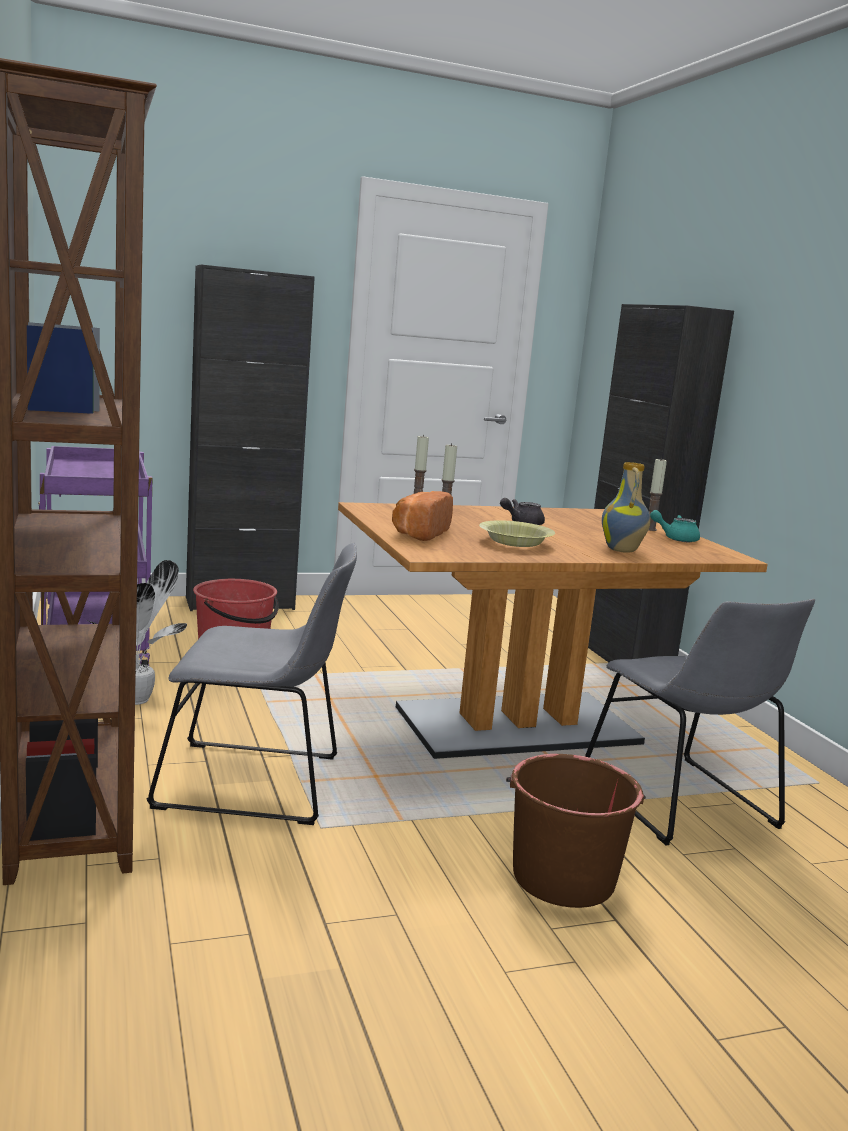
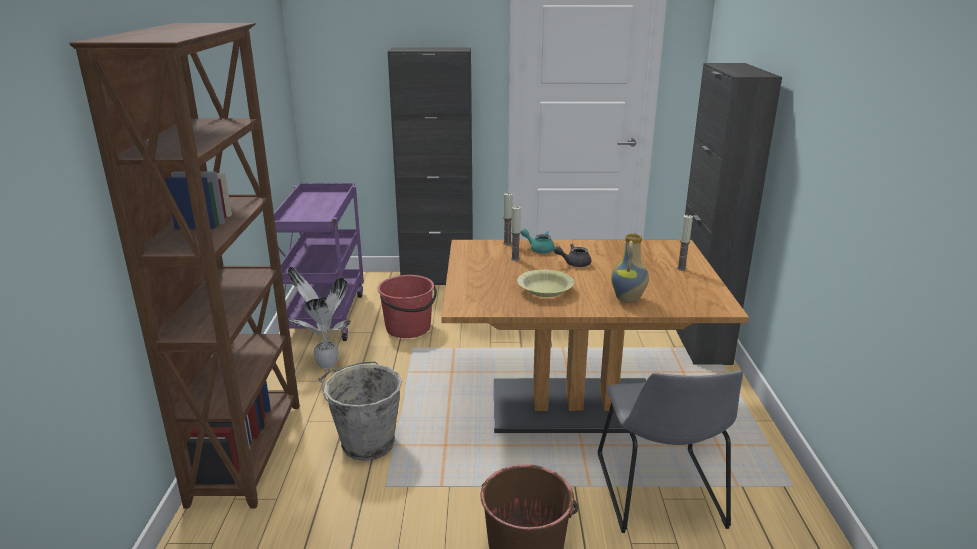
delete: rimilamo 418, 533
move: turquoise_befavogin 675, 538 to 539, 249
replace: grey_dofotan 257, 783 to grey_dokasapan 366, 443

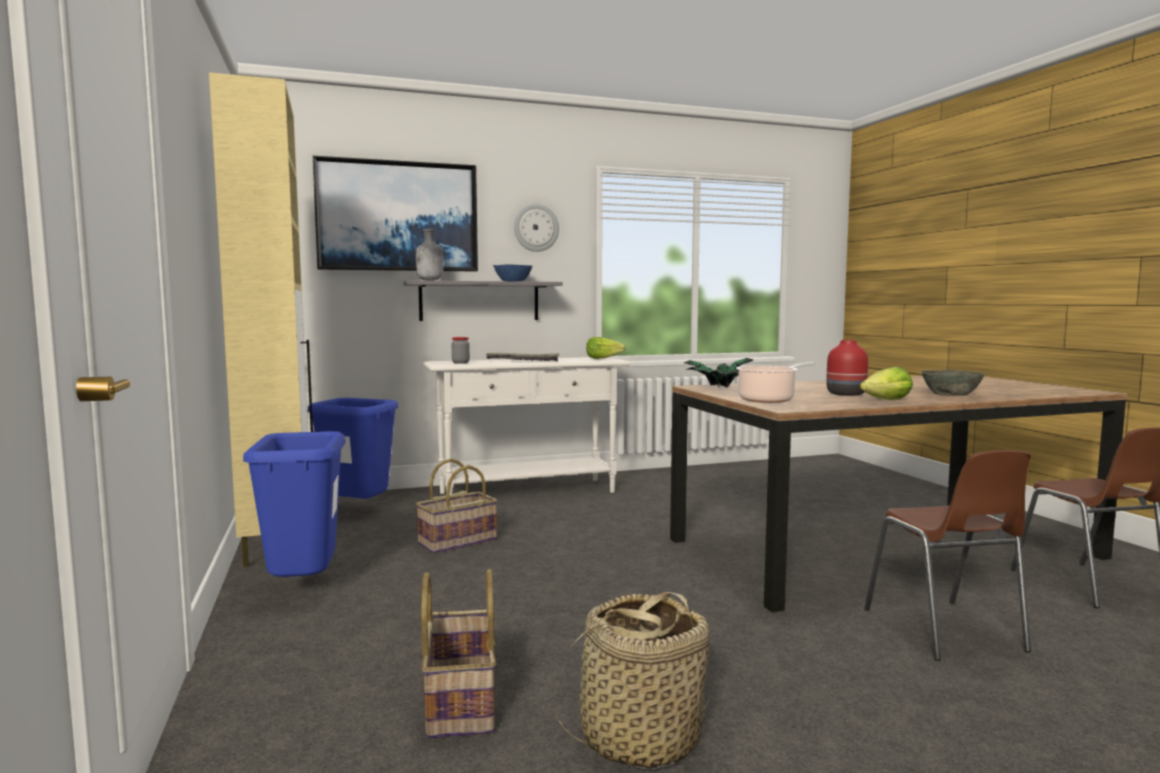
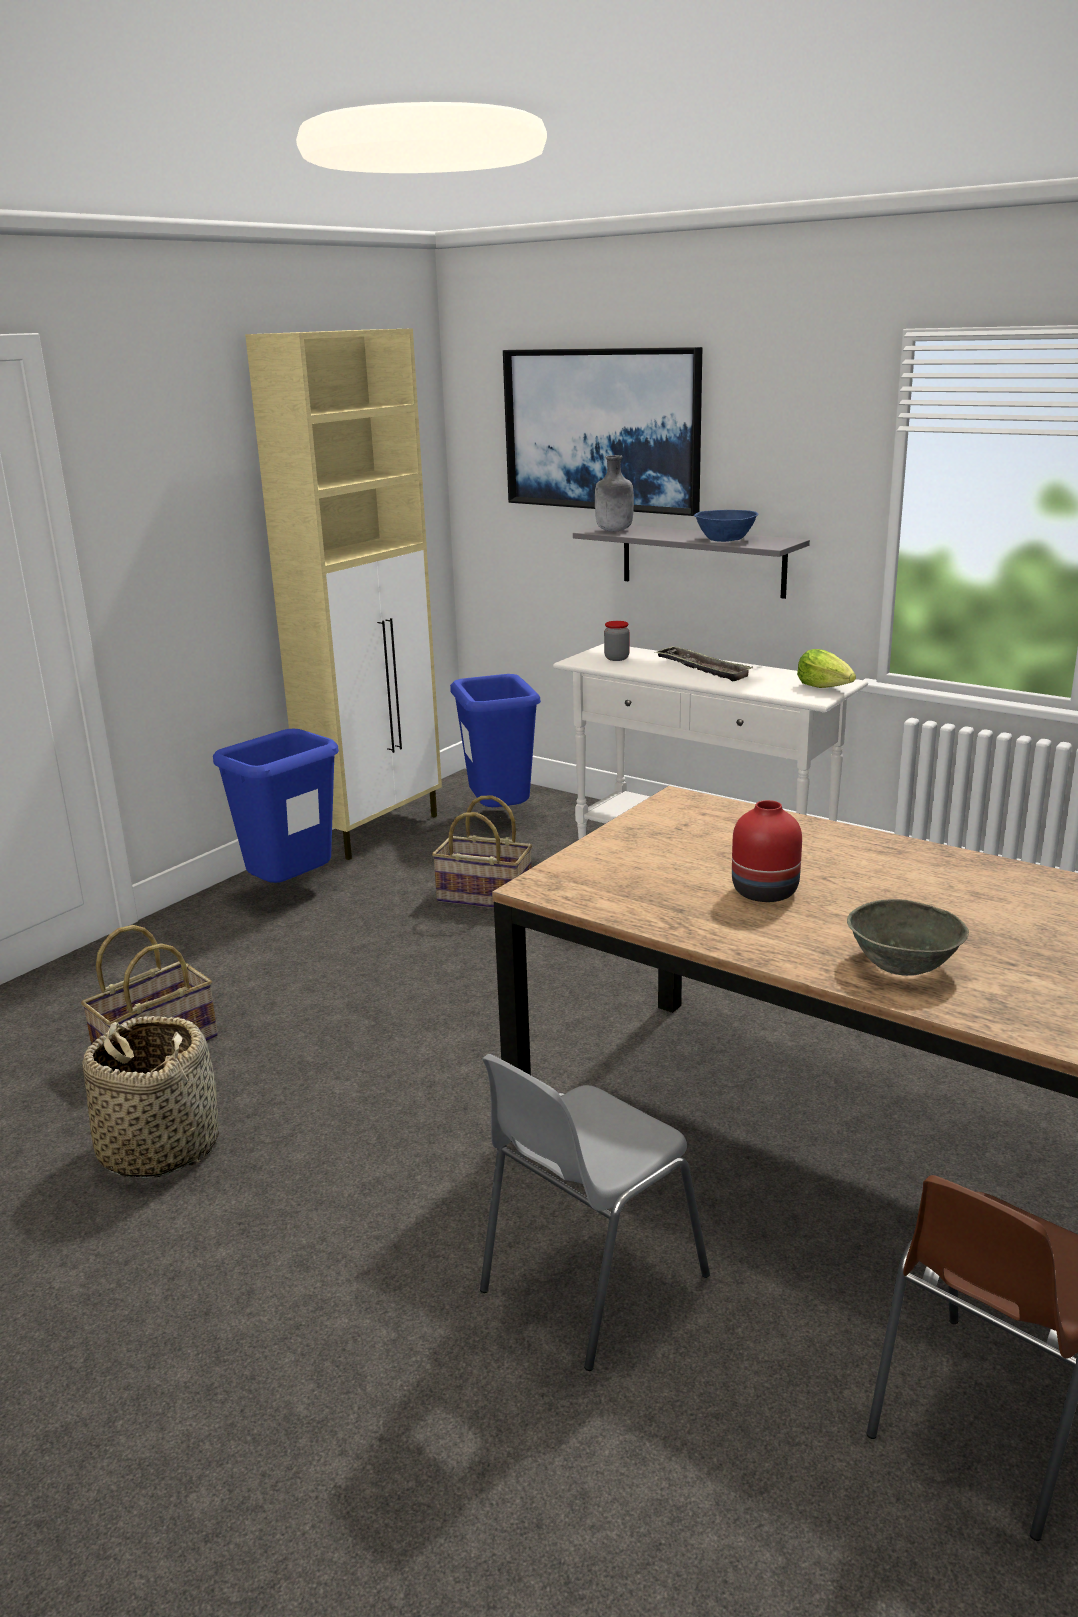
delete: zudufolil 536, 228; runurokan 718, 389; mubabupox 769, 400; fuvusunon 886, 400
recolor: brown_dofotan 945, 631 to grey_dofotan 588, 1284

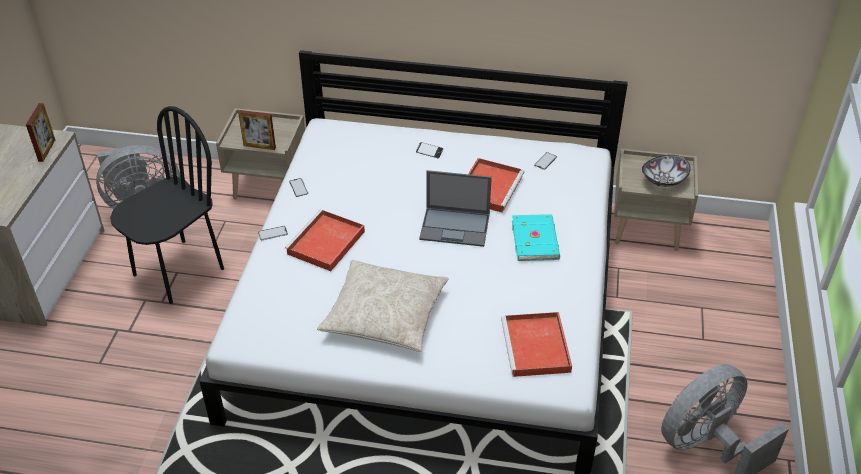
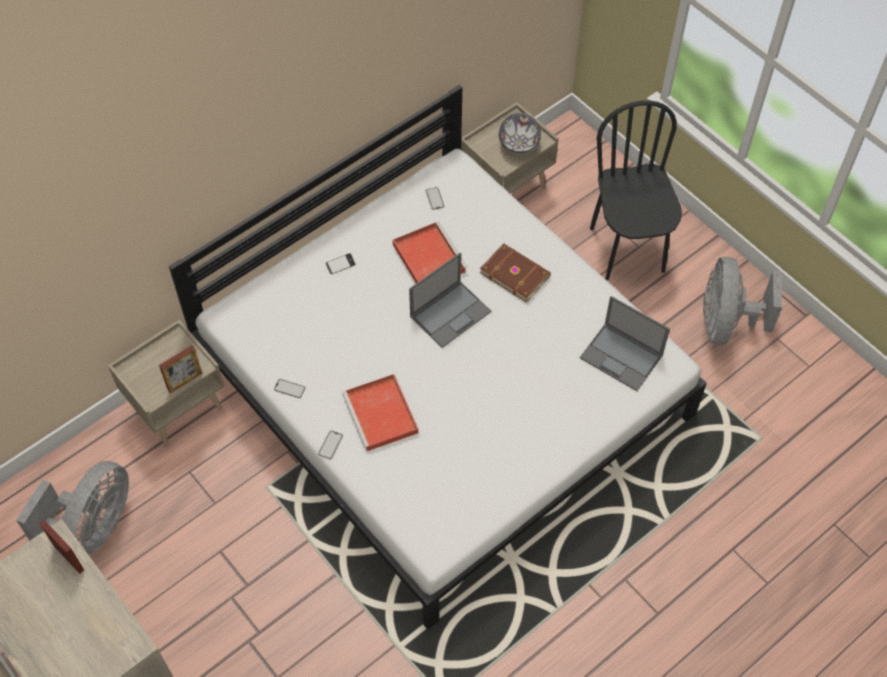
delete: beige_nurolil 385, 315
move: black_dofotan 178, 271 to 627, 249
replace: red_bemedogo 536, 348 to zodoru 622, 357
recolor: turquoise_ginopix 536, 239 to brown_ginopix 515, 273

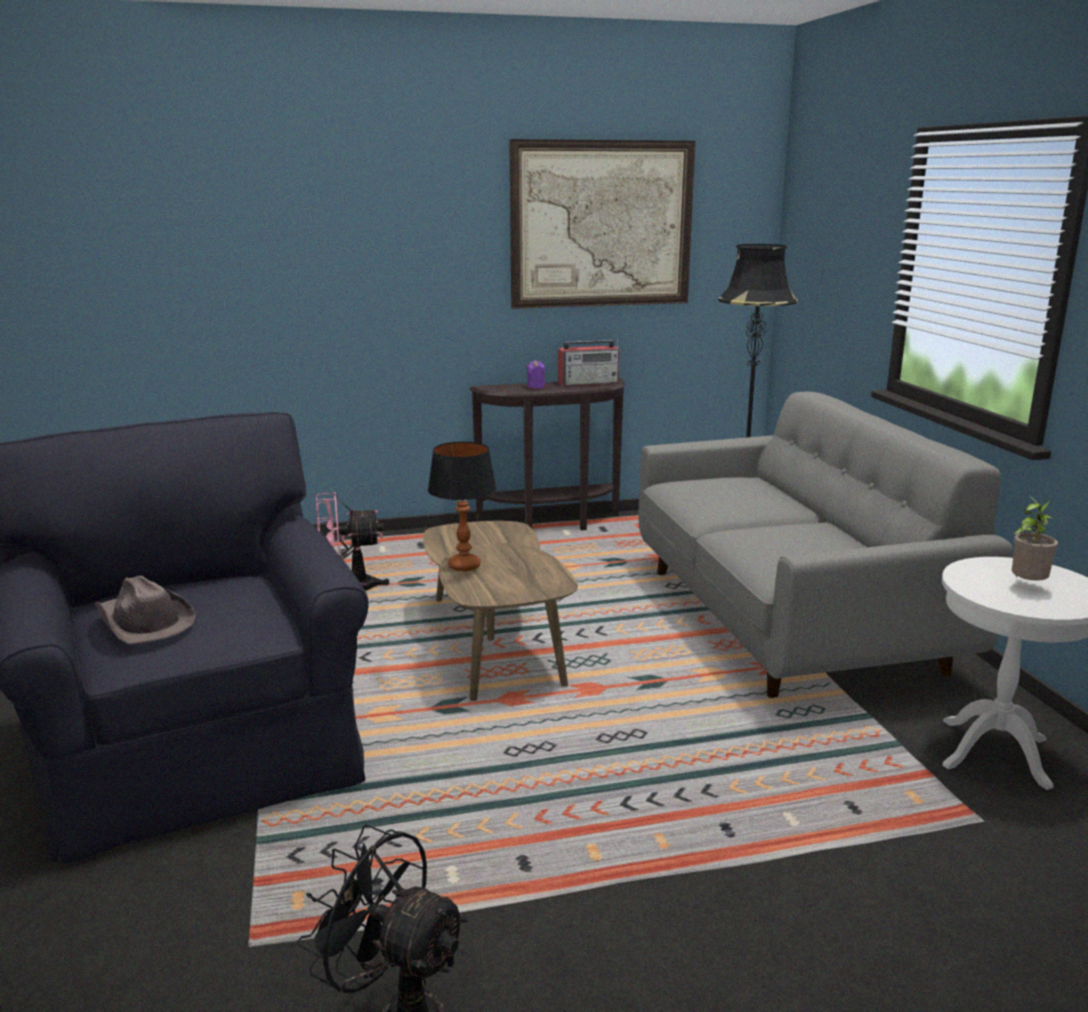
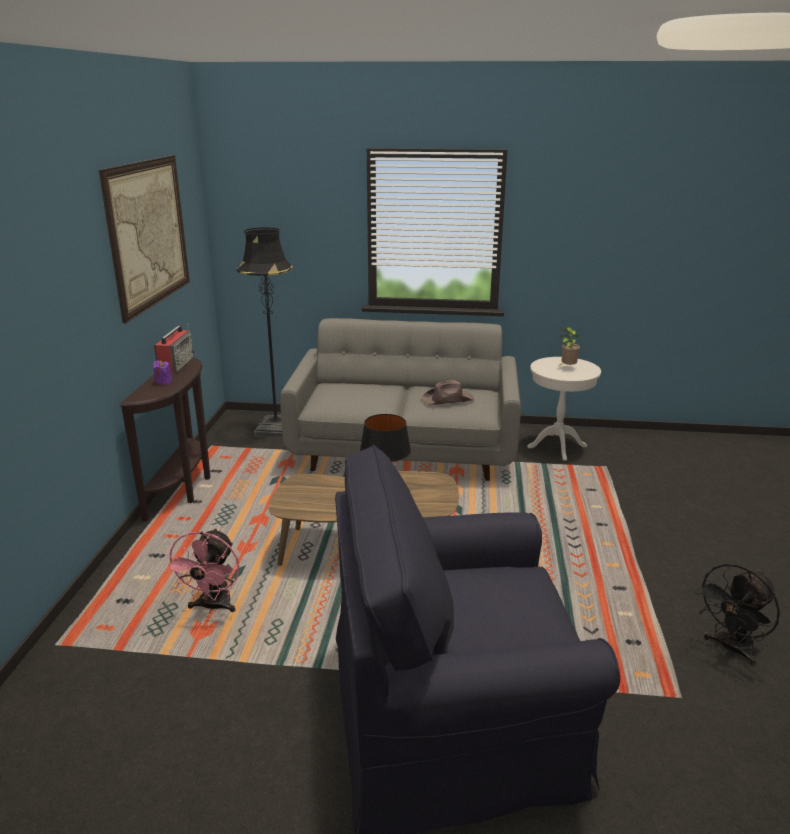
move: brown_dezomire 144, 621 to 448, 399

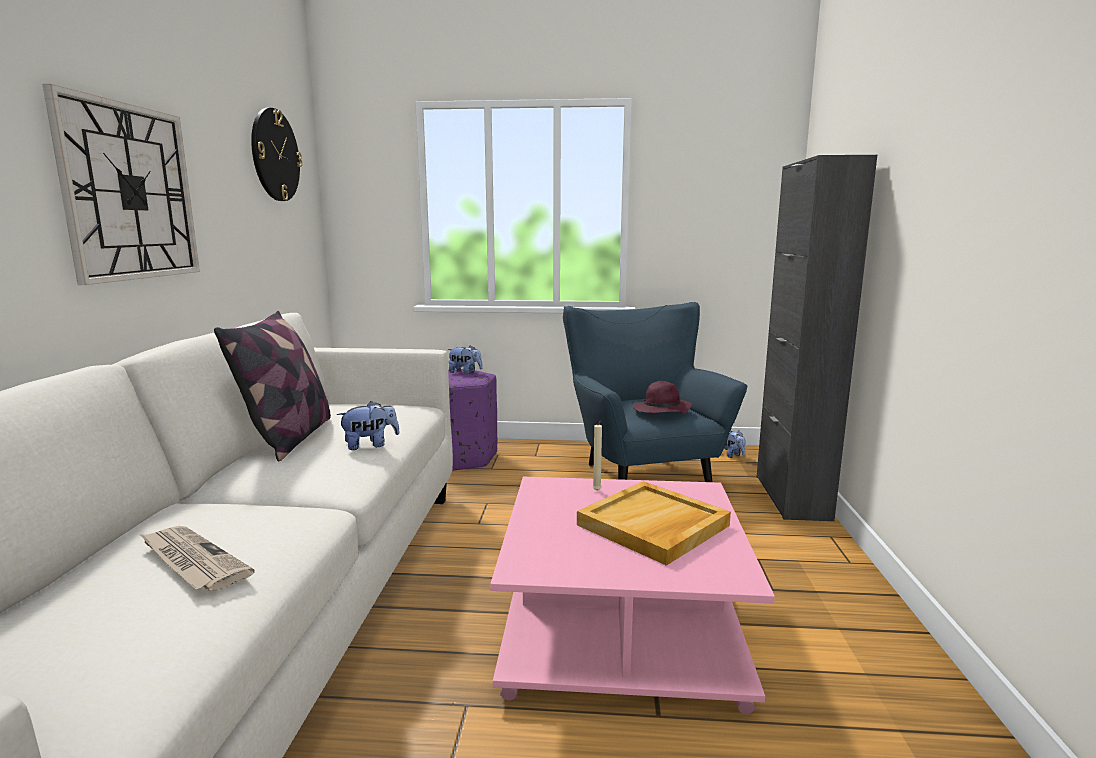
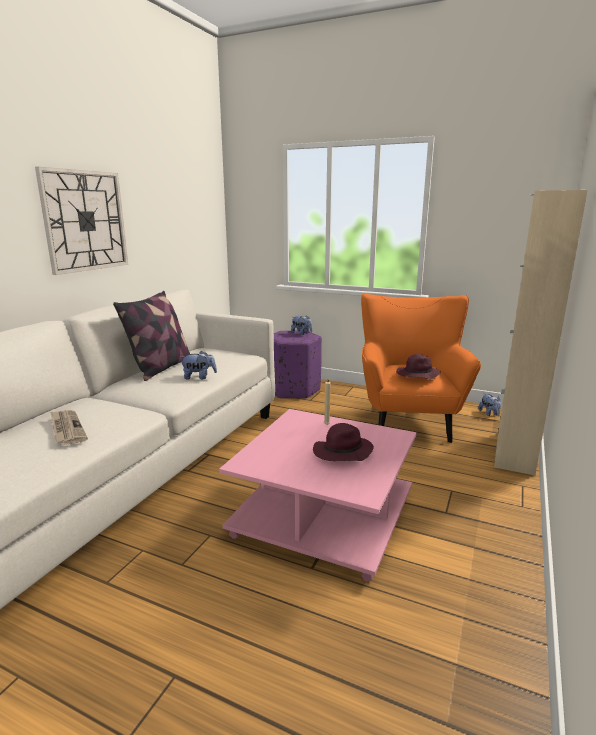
delete: zudufolil 275, 155
replace: beige_bemedogo 653, 526 to purple_dezomire 342, 453
recolor: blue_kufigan 640, 476 to orange_kufigan 408, 420; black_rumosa 792, 497 to beige_rumosa 515, 452

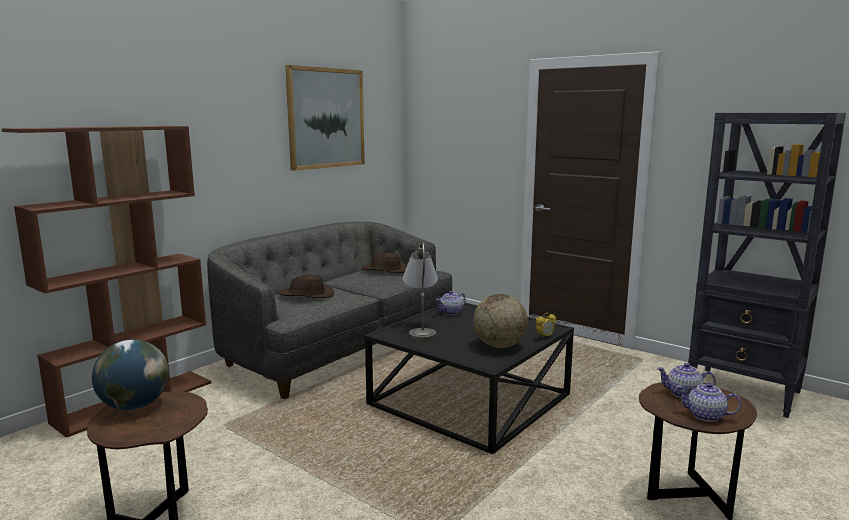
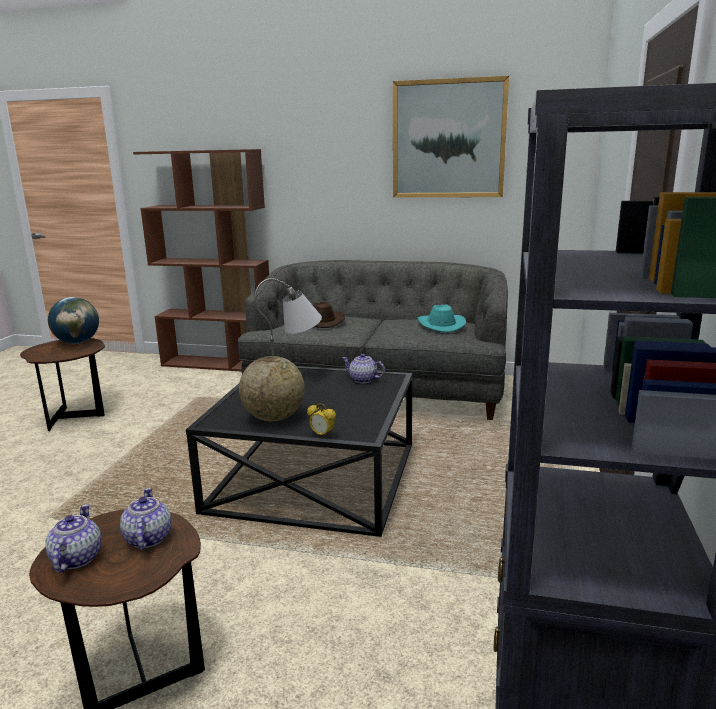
recolor: brown_dezomire 385, 270 to turquoise_dezomire 440, 325

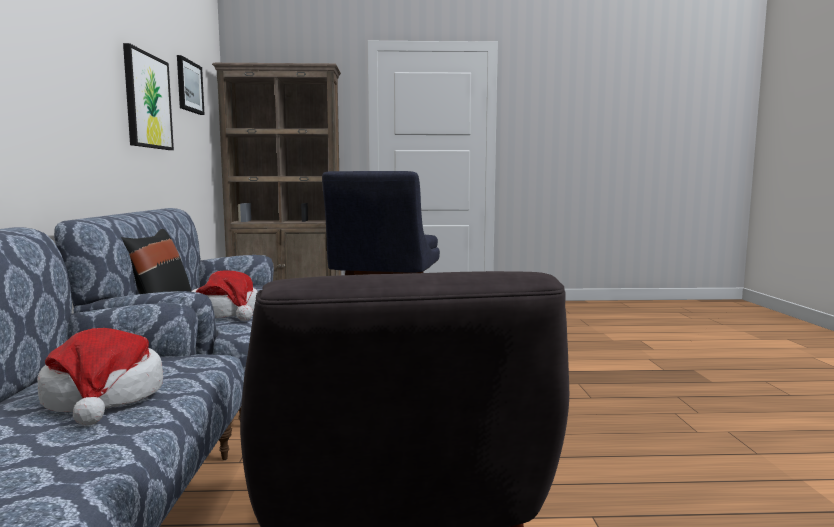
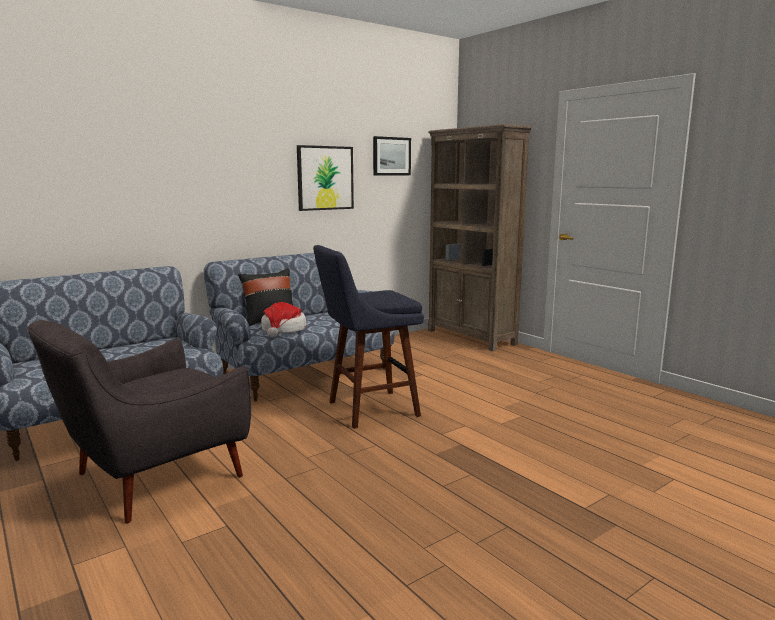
delete: dezomire 104, 398

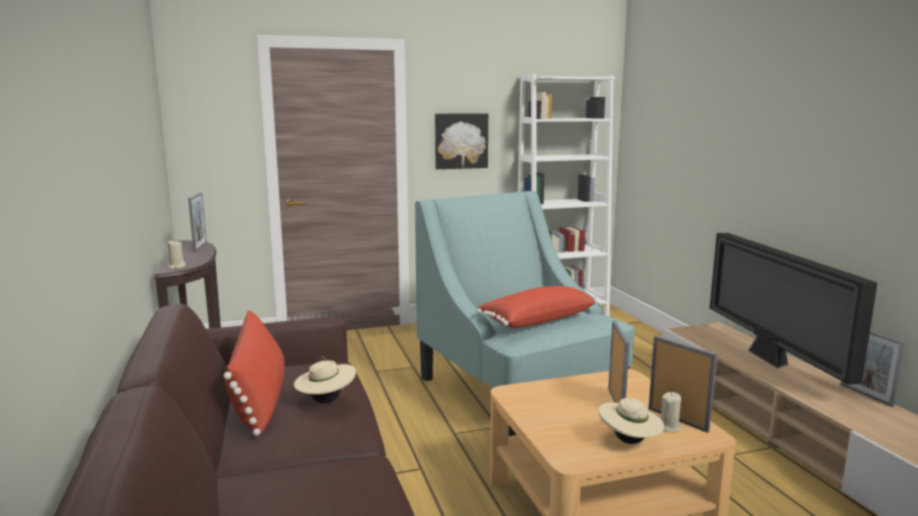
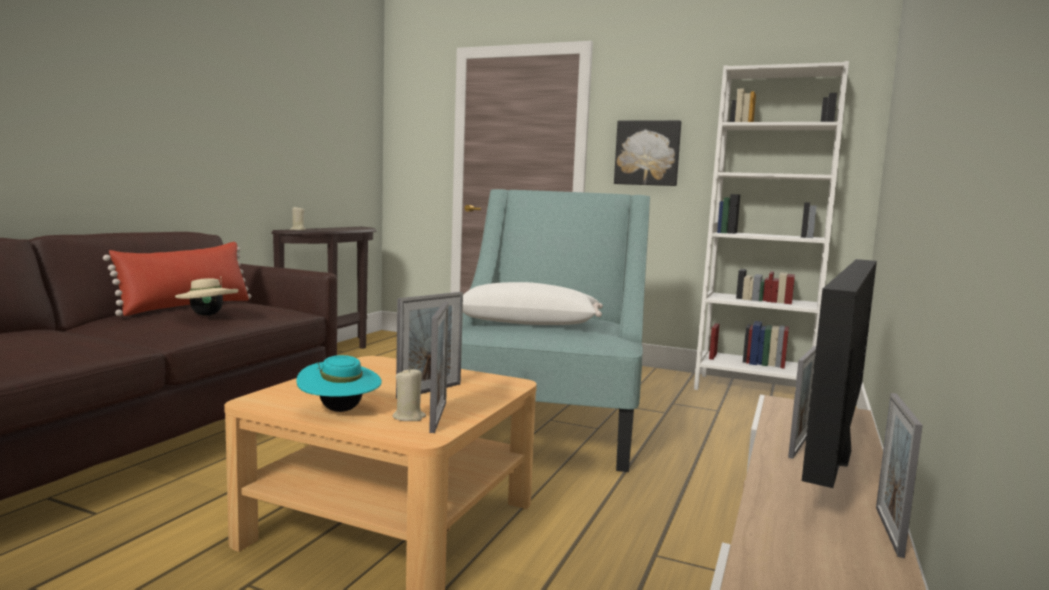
move: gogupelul 200, 247 to 798, 446
recolor: red_nurolil 536, 320 to white_nurolil 528, 323; beige_dezomire 629, 441 to turquoise_dezomire 339, 410

